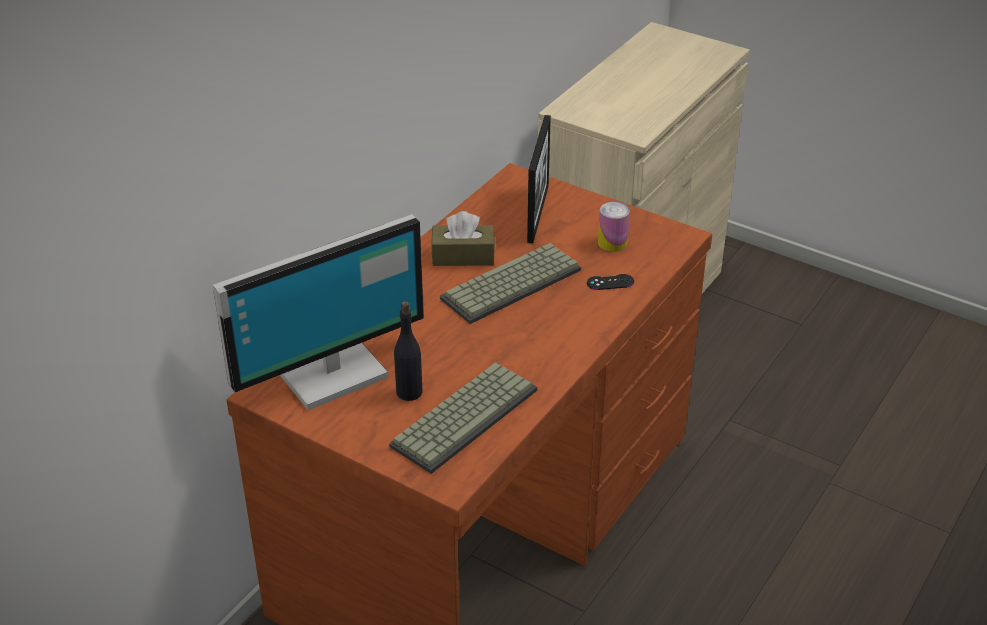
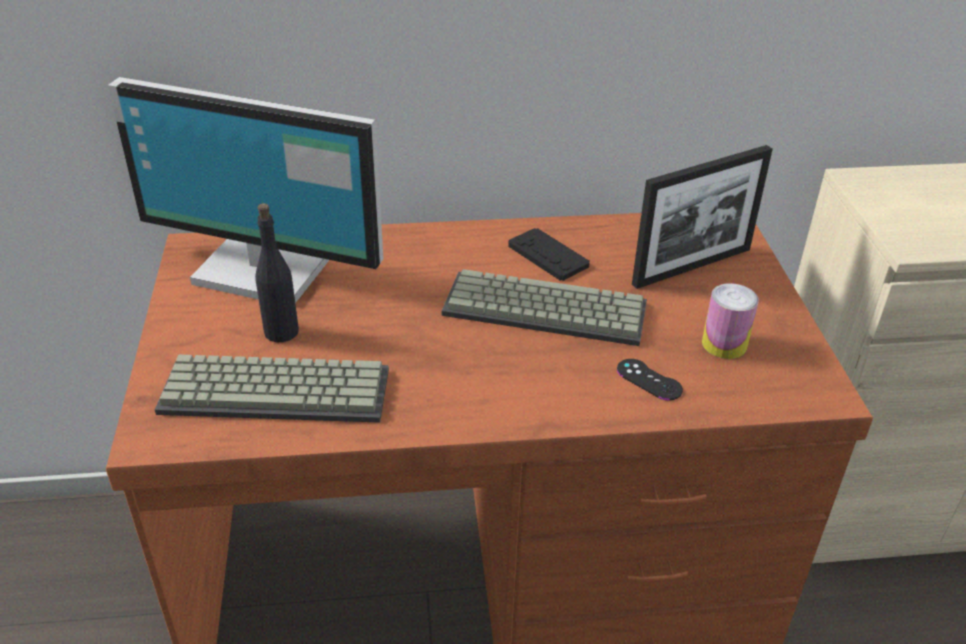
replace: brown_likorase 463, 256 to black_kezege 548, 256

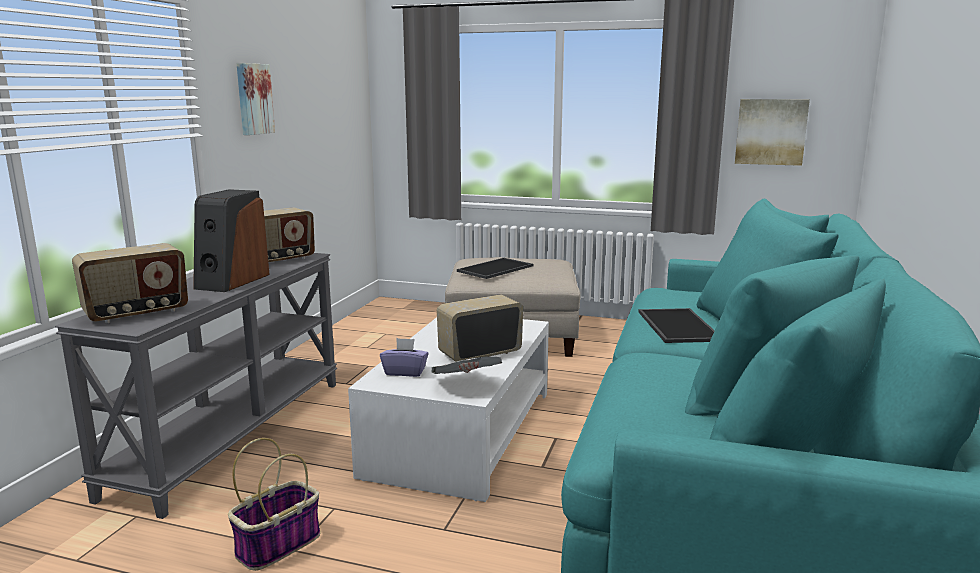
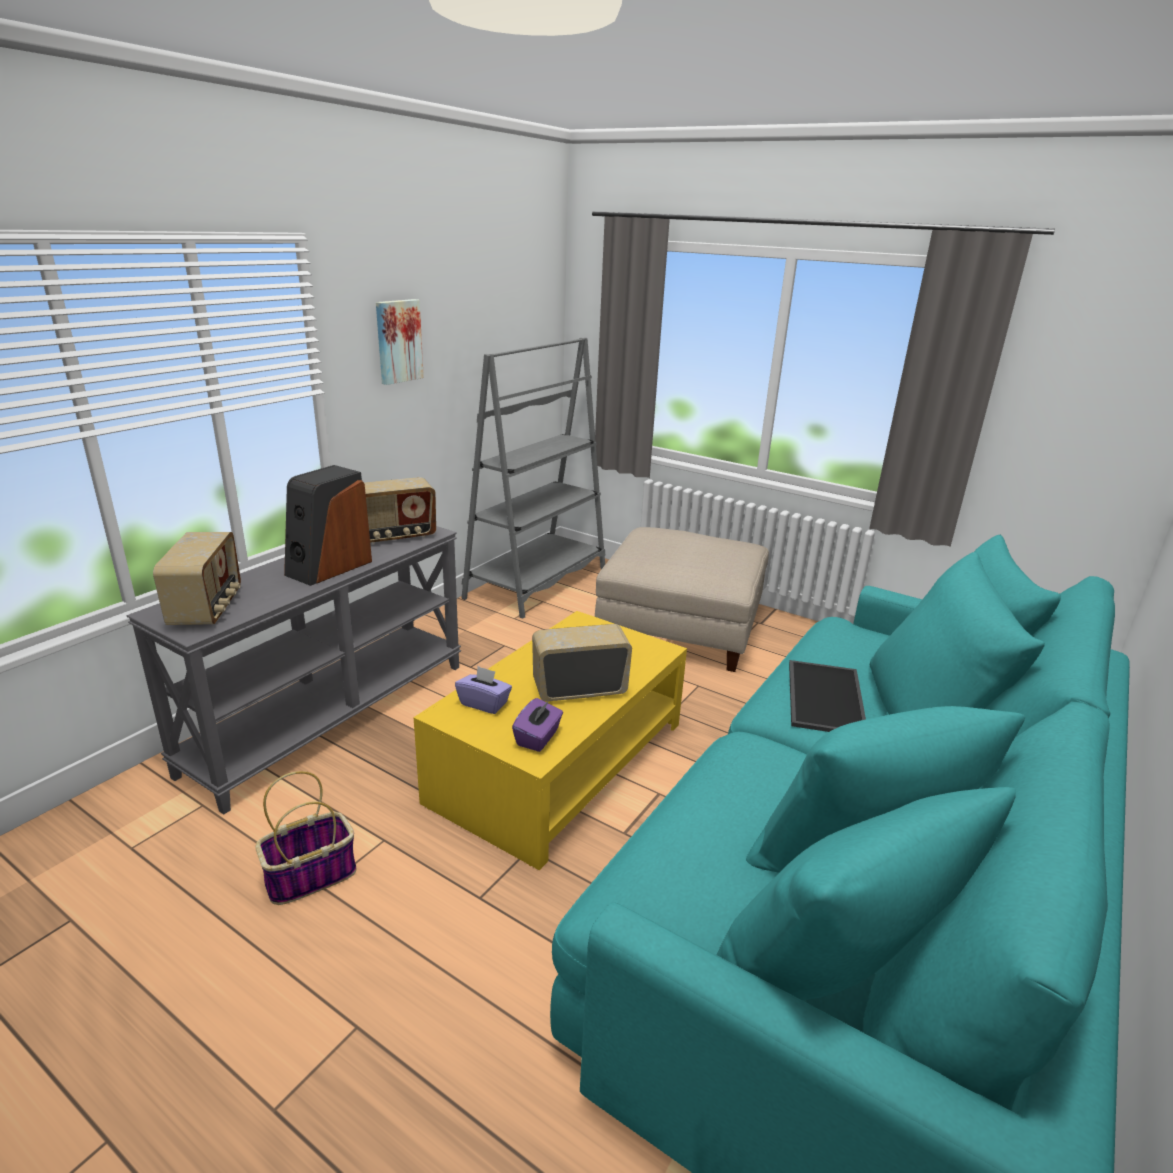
delete: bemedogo 495, 269; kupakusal 770, 132
insert: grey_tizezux 537, 583
replace: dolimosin 466, 385 to purple_likorase 538, 738
recolor: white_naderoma 462, 432 to yellow_naderoma 559, 762
rotate: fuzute 137, 313 = 208, 608 75 degrees counterclockwise

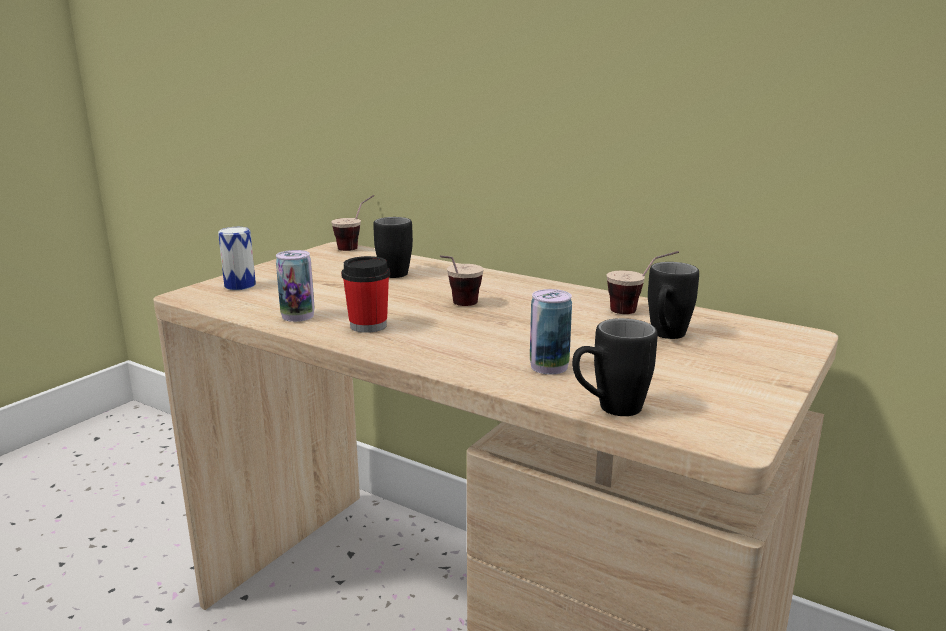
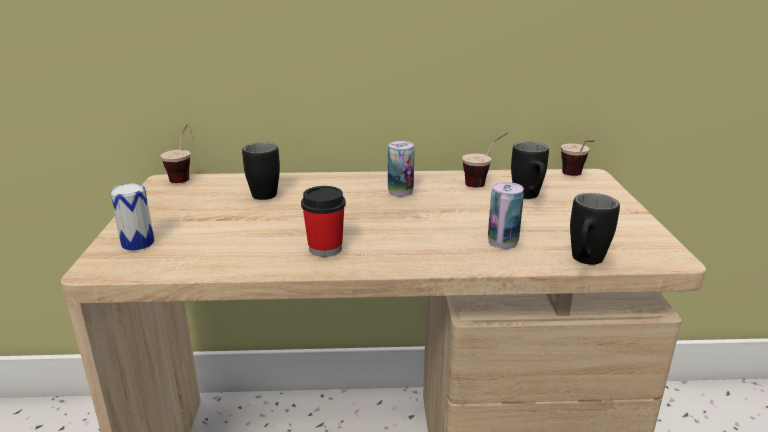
move: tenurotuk 298, 316 to 400, 192; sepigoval 458, 307 to 576, 177

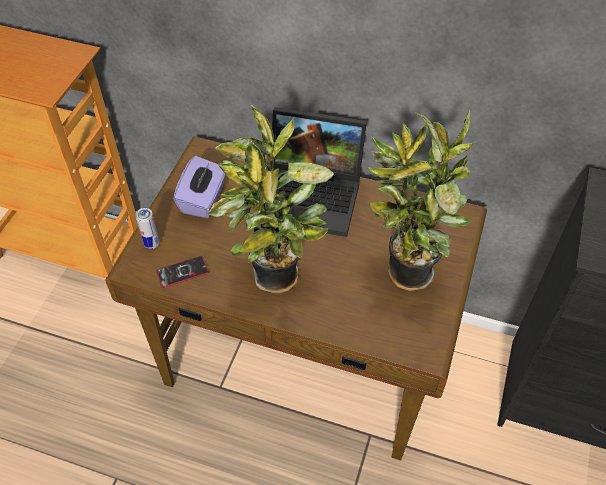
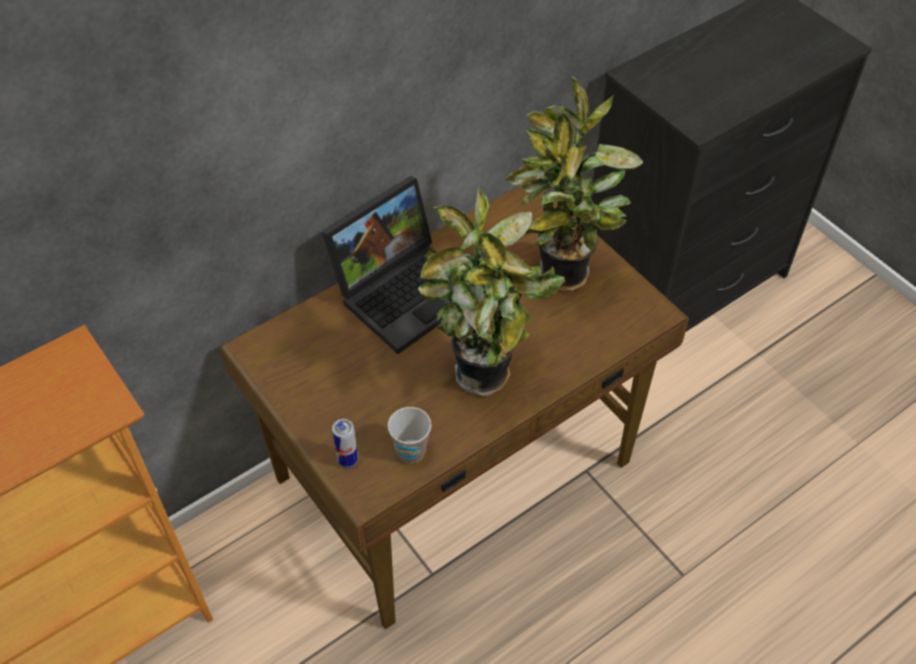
delete: purple_likorase 203, 200
replace: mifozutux 182, 272 to sepigoval 411, 451

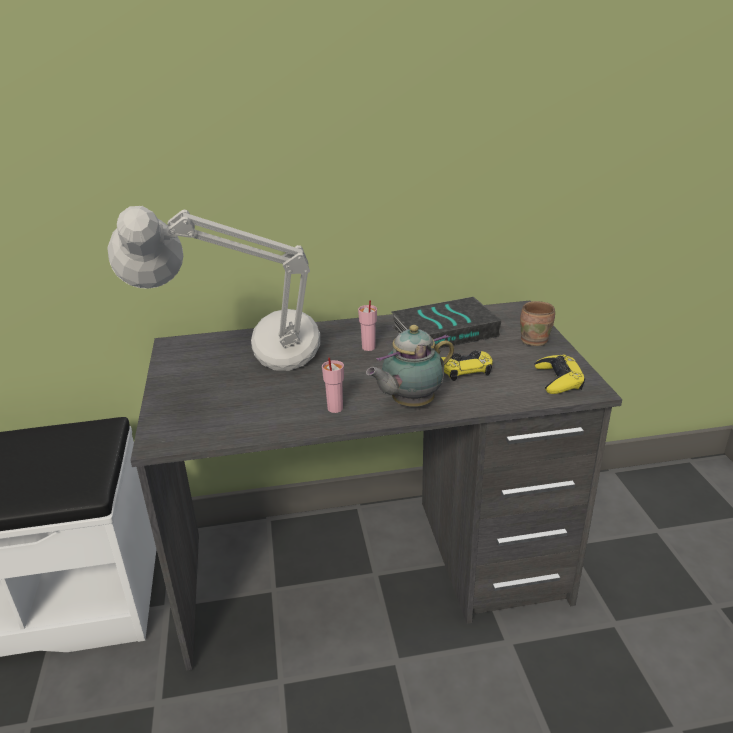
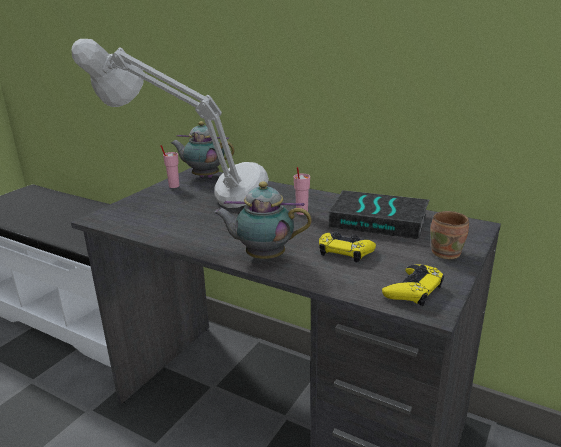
insert: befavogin 204, 177
move: pink_sepigoval 334, 408 to 173, 186

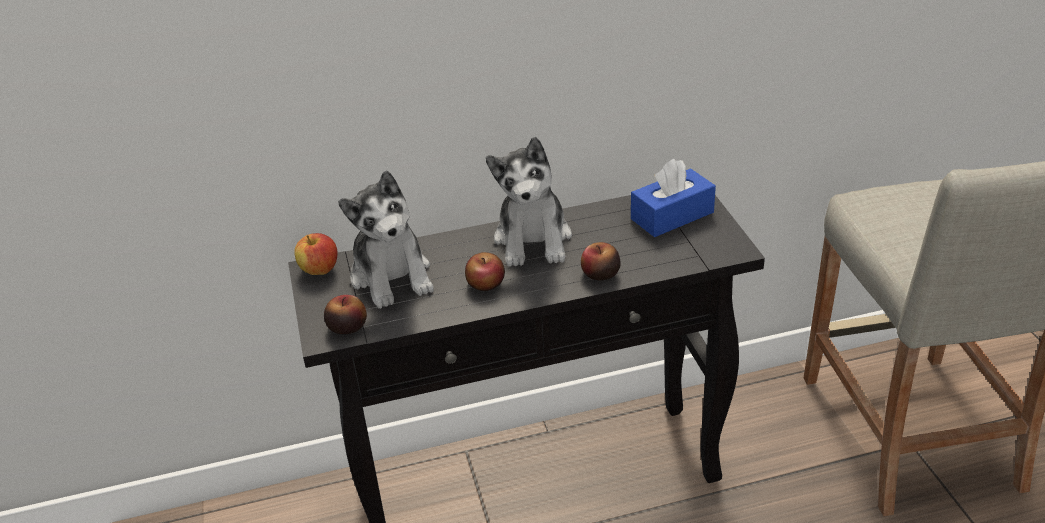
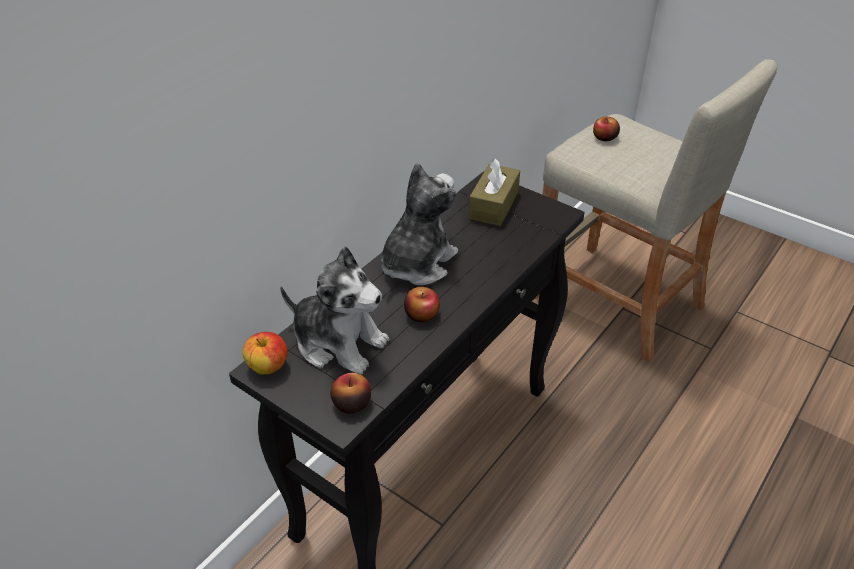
move: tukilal 600, 274 to 604, 138
recolor: blue_likorase 672, 216 to brown_likorase 493, 205
rotate: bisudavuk 533, 239 = 416, 263 105 degrees counterclockwise

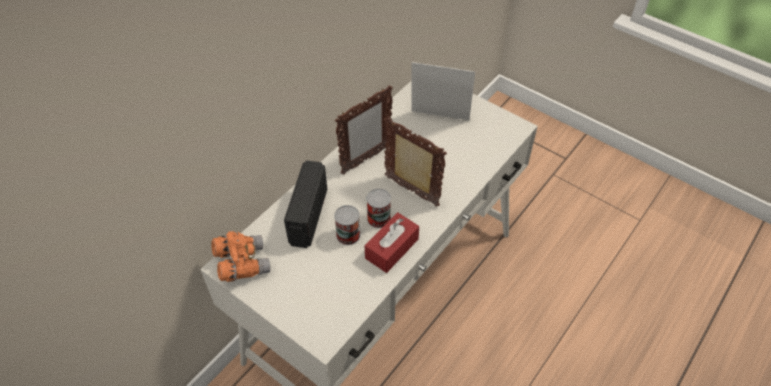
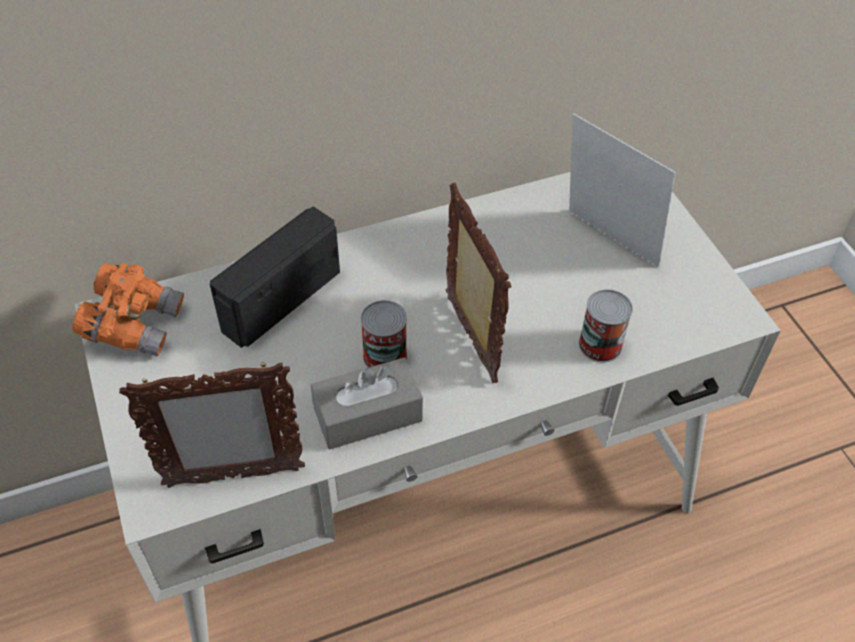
move: tenurotuk 348, 235 to 600, 345; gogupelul 365, 160 to 233, 477
recolor: red_likorase 392, 248 to grey_likorase 368, 415

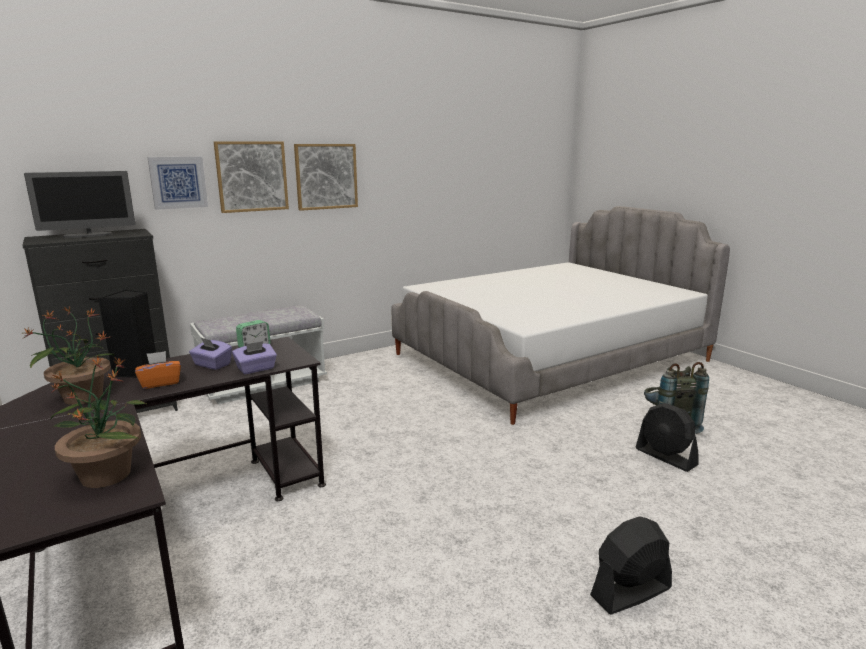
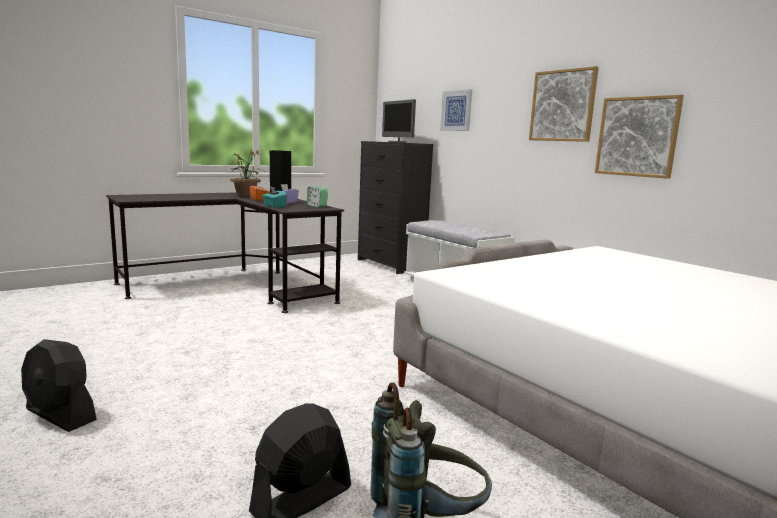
delete: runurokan 106, 474
move: kupakusal 252, 176 to 637, 136
recolor: purple_likorase 256, 369 to turquoise_likorase 274, 206
rotate: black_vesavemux 630, 592 = 60, 415 150 degrees clockwise

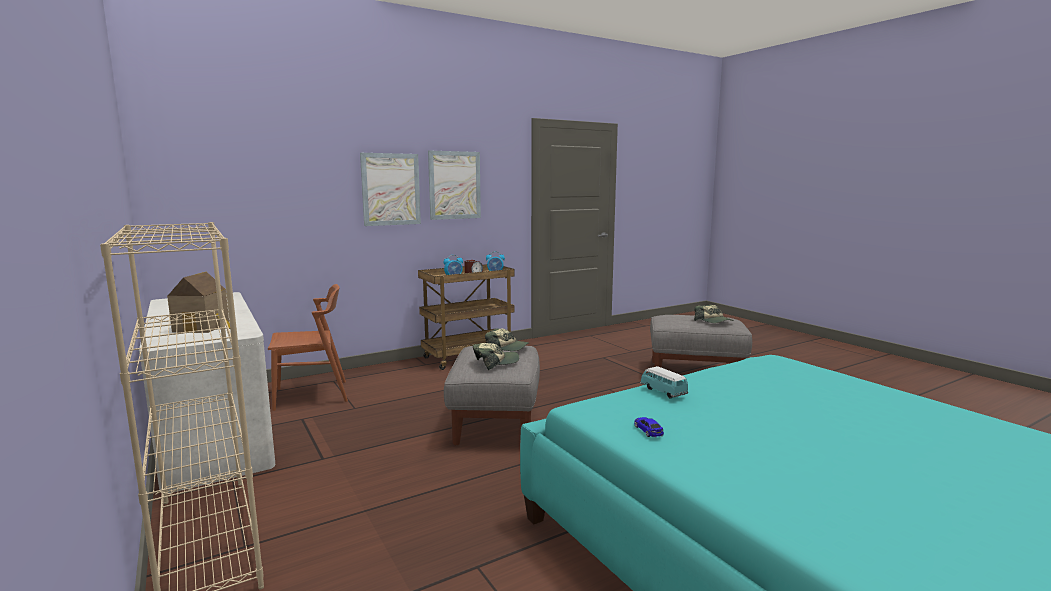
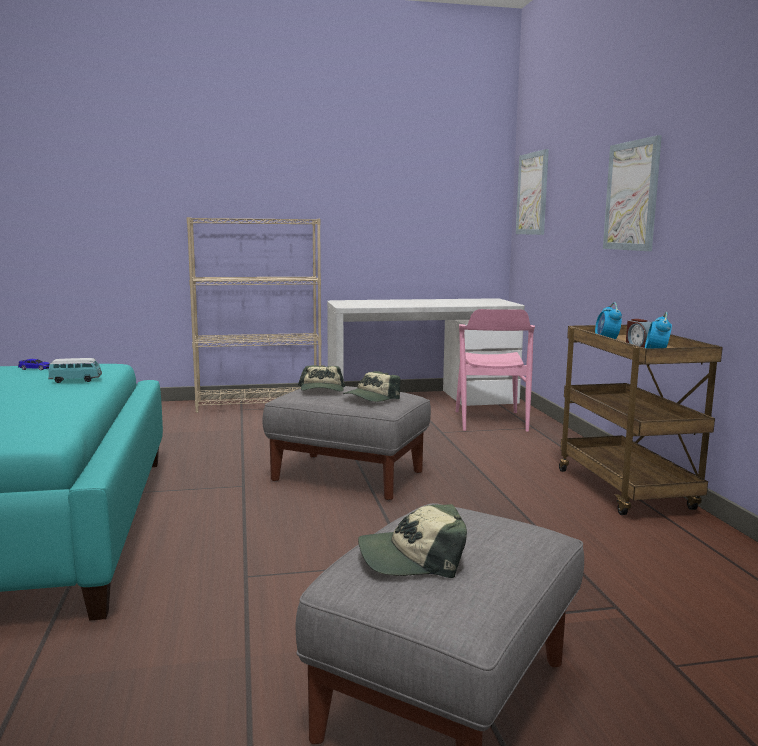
delete: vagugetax 204, 327
move: kupakusal 454, 185 to 532, 193
recolor: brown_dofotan 312, 395 to pink_dofotan 490, 421

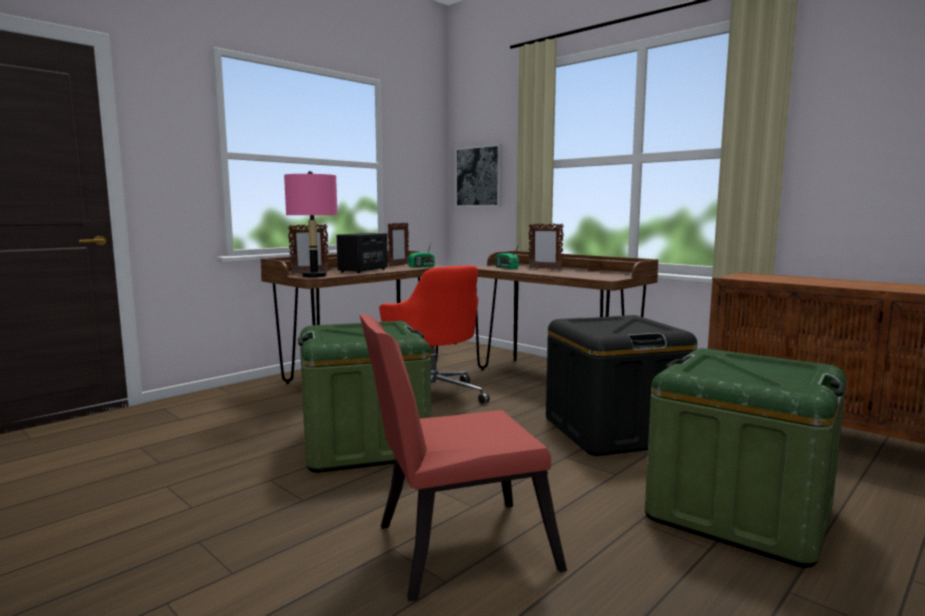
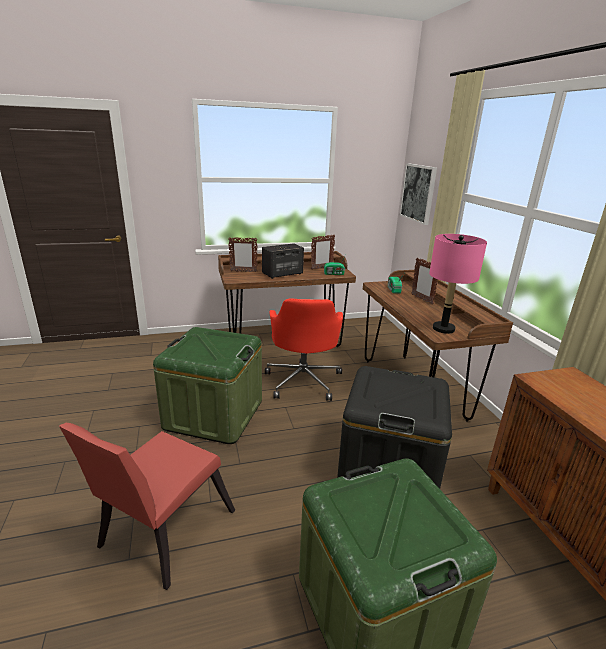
move: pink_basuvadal 314, 276 to 443, 329
rotate: red_dofotan 453, 548 = 161, 533 75 degrees counterclockwise

